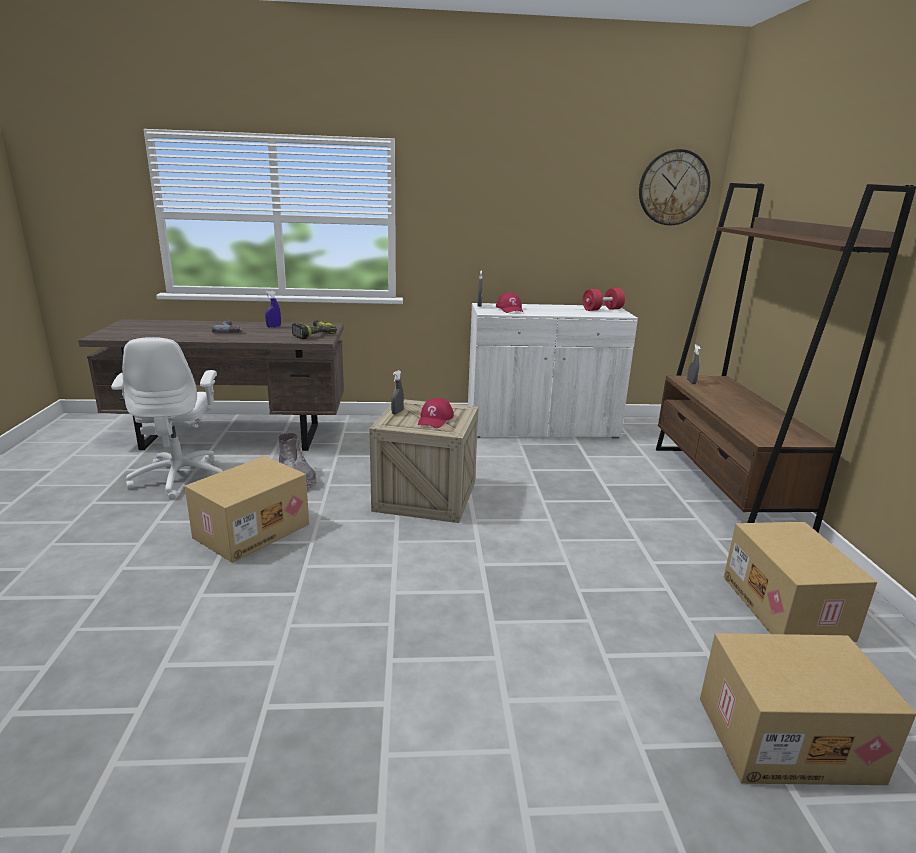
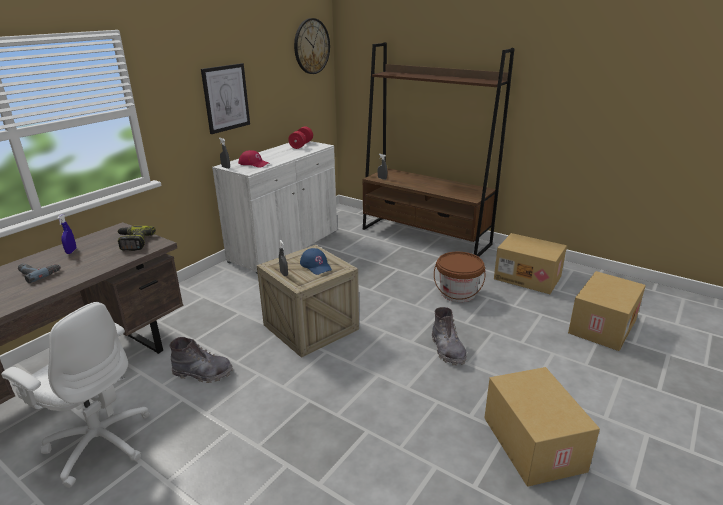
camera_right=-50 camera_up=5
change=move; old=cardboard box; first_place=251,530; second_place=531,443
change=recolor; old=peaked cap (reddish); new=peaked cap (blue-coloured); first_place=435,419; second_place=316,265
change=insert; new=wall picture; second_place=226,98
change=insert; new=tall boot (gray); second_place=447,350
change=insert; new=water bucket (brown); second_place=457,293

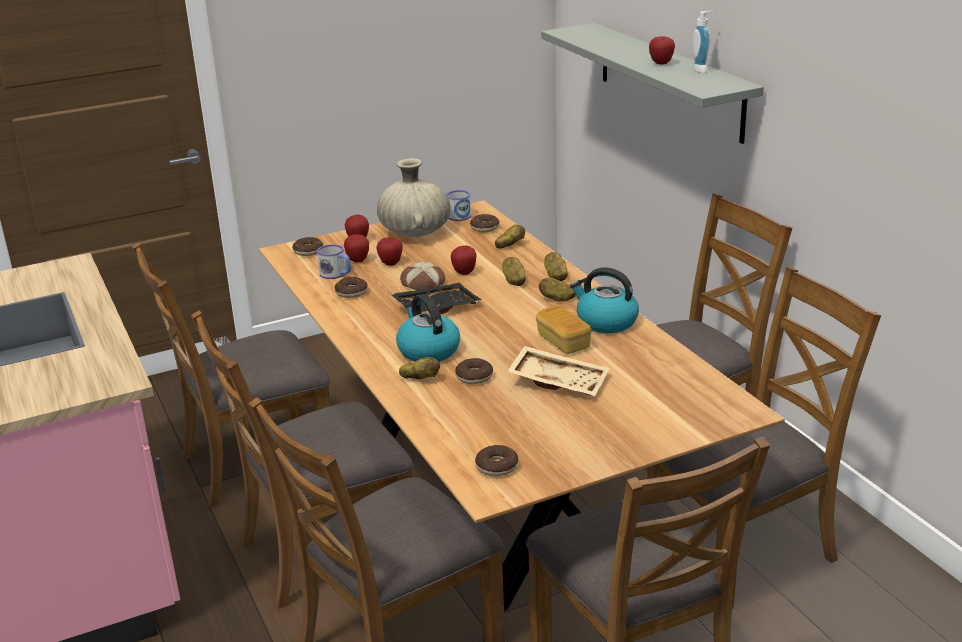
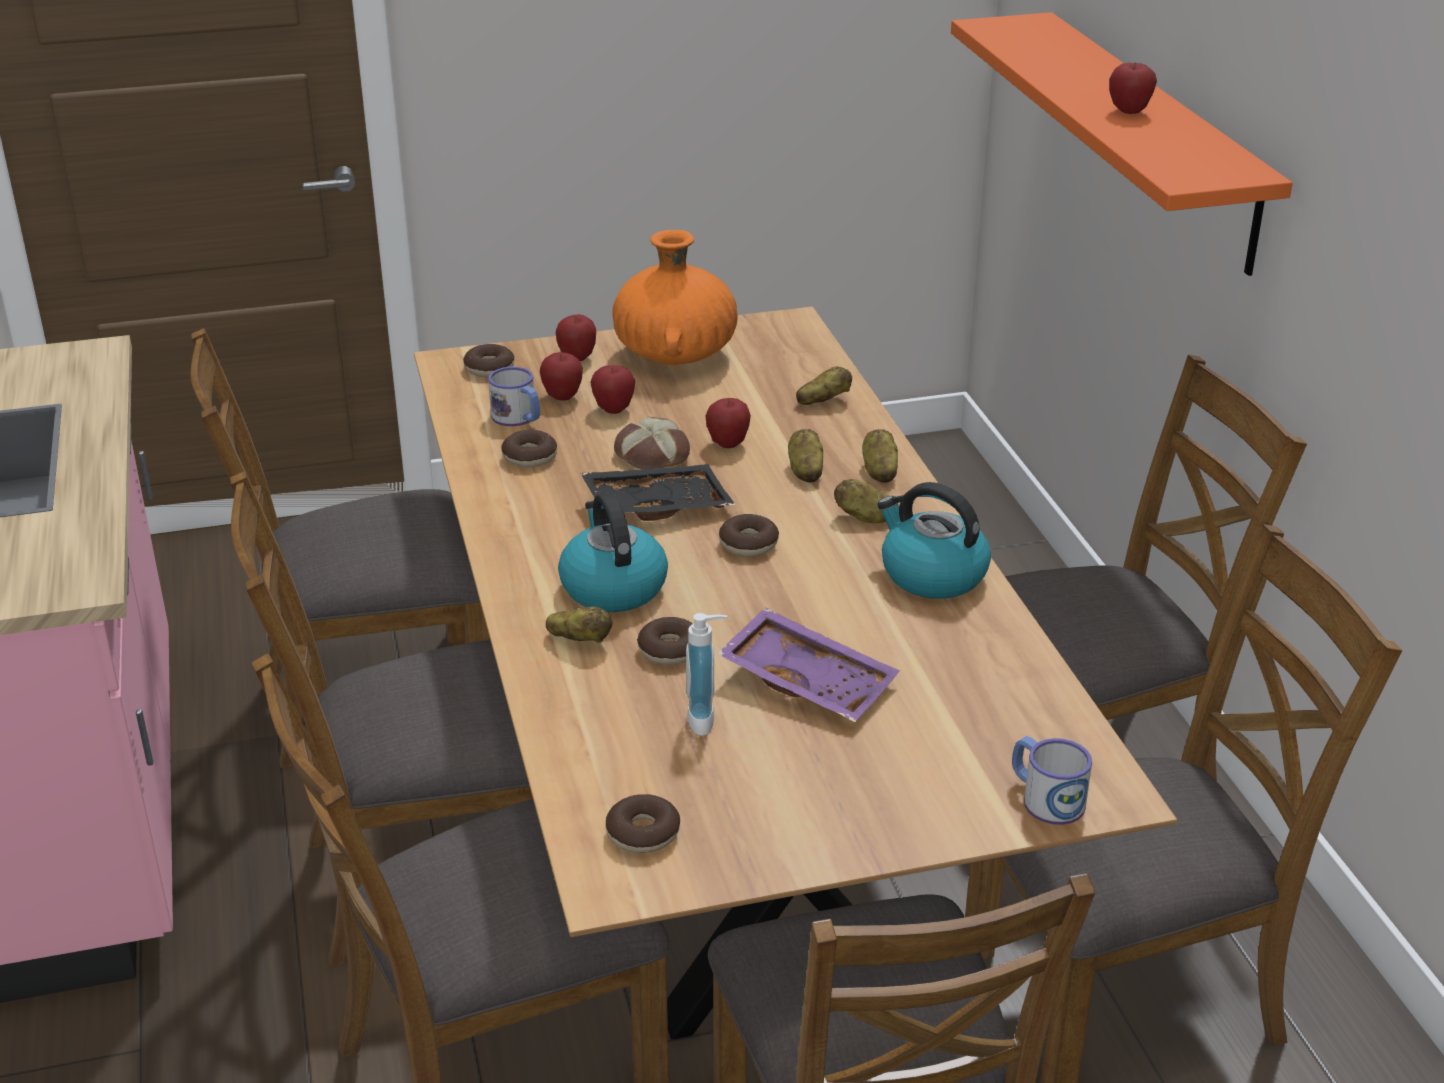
camera_right=10 camera_up=5
change=recolor; old=vase (beige); new=vase (orange); first_place=415,232; second_place=675,355
change=move; old=tea mug; first_place=455,215; second_place=1045,798
change=move; old=doughnut; first_place=484,228; second_place=748,544
change=recolor; old=serving tray (beige); new=serving tray (purplish); first_place=559,381; second_place=809,680
change=delete; old=baked bread; first_place=563,342
change=recolor; old=shelf (gray); new=shelf (orange); first_place=669,80; second_place=1151,138
change=move; old=liquid soap bottle; first_place=702,70; second_place=707,720

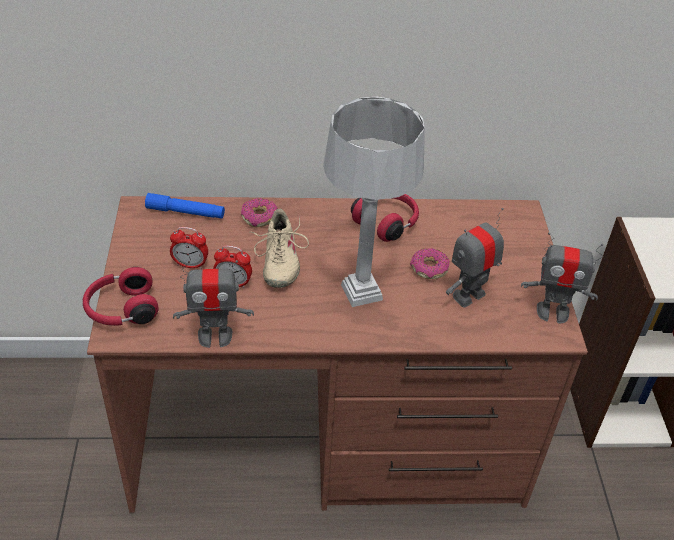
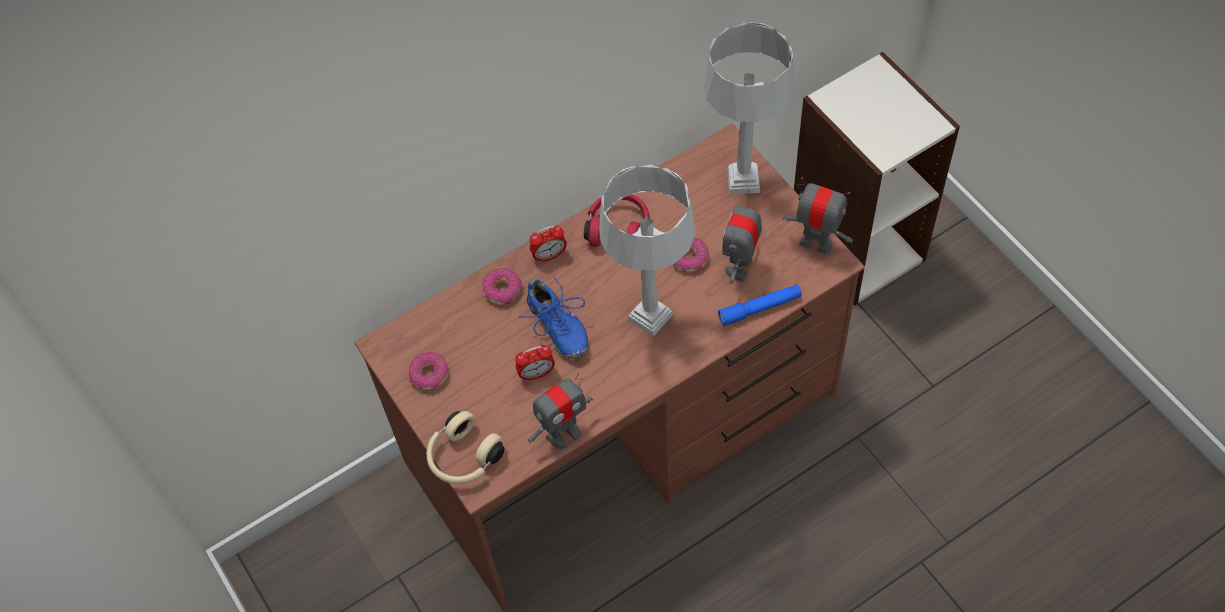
camera_right=-25 camera_up=15
change=recolor; old=pair of headphones (reddish); new=pair of headphones (beige); first_place=121,310; second_place=463,458
change=move; old=hand torch (blue-coloured); first_place=185,212; second_place=759,308
change=move; old=table clock; first_place=190,265; second_place=549,255
change=recolor; old=low shoe (beige); new=low shoe (blue-coloured); first_place=279,261; second_place=557,327
change=rotate; old=robot figure; first_place=552,312; second_place=816,243; degrees=-135
change=insert; new=doughnut; second_place=429,374
change=insert; new=table lamp (gray); second_place=743,181

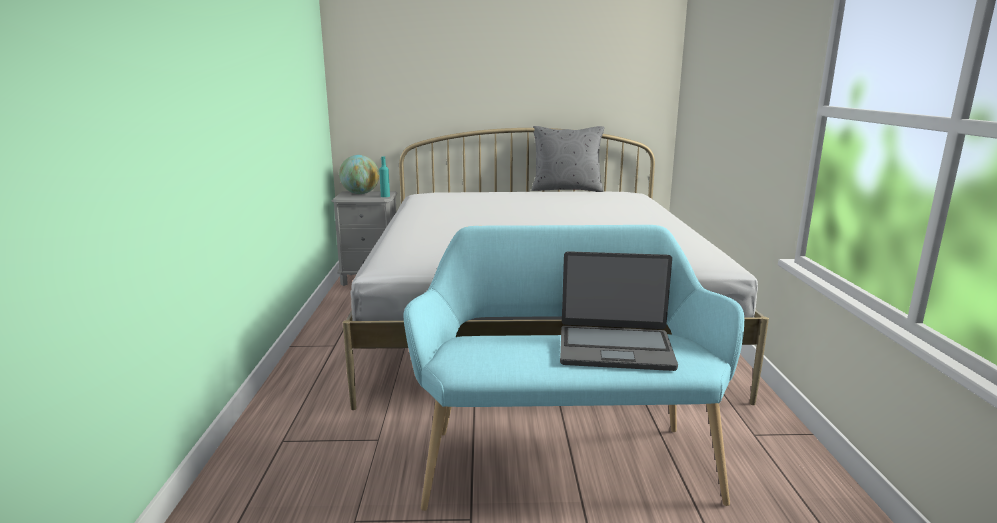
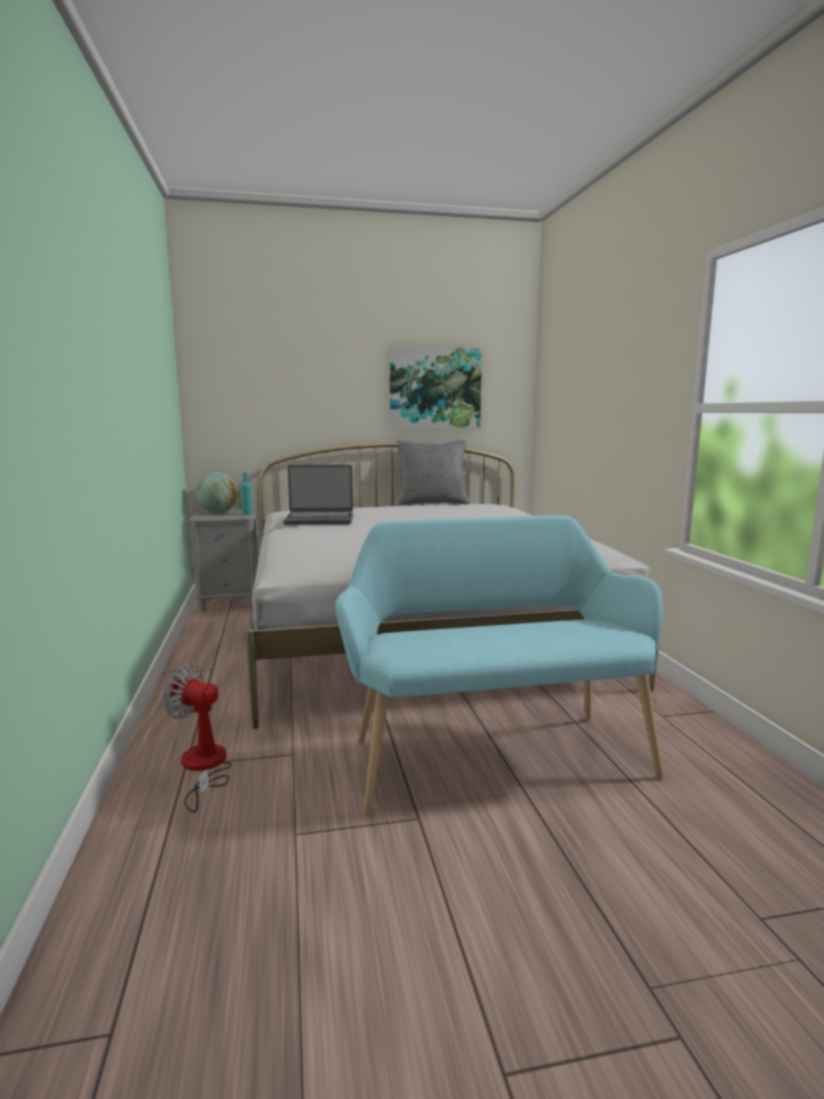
camera_right=-10 camera_up=-5
change=move; old=laptop; first_place=615,348; second_place=319,520
change=insert; new=fan; second_place=203,767
change=insert; new=wall picture; second_place=435,389

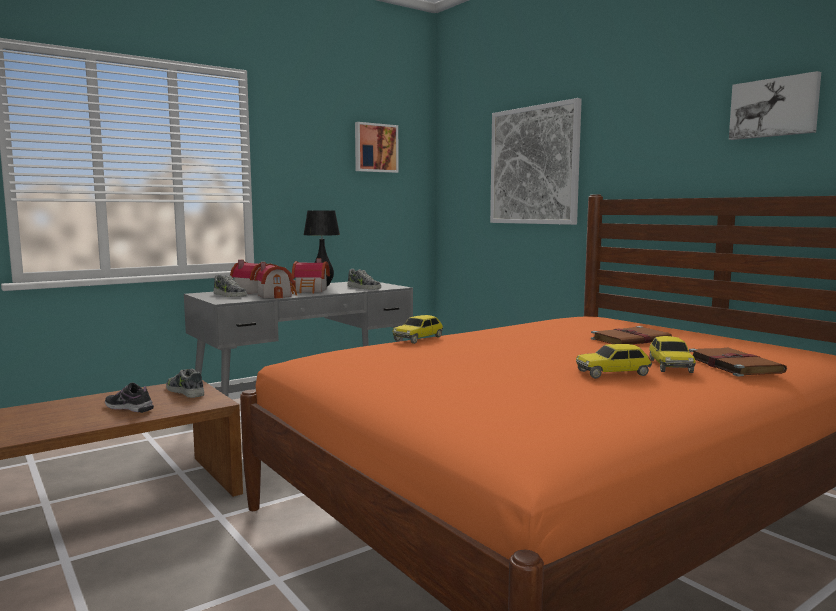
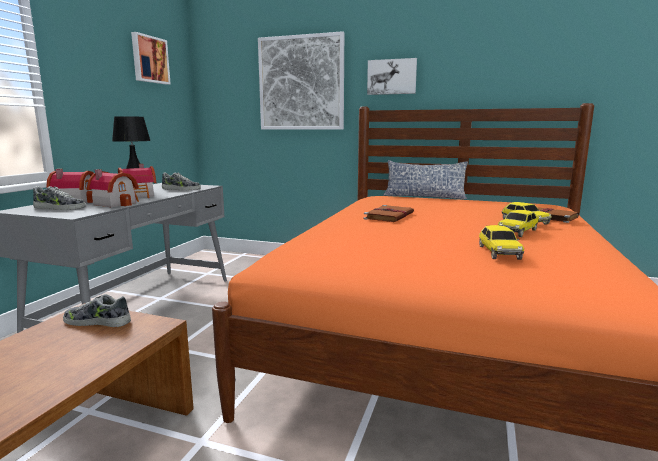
camera_right=-35 camera_up=5
change=delete; old=low shoe; first_place=129,408
change=move; old=toy car; first_place=418,338; second_place=498,252
change=move; old=bound book (brown); first_place=631,340; second_place=389,216
change=move; old=wall picture; first_place=774,108; second_place=392,77
change=insert; new=pillow; second_place=424,196

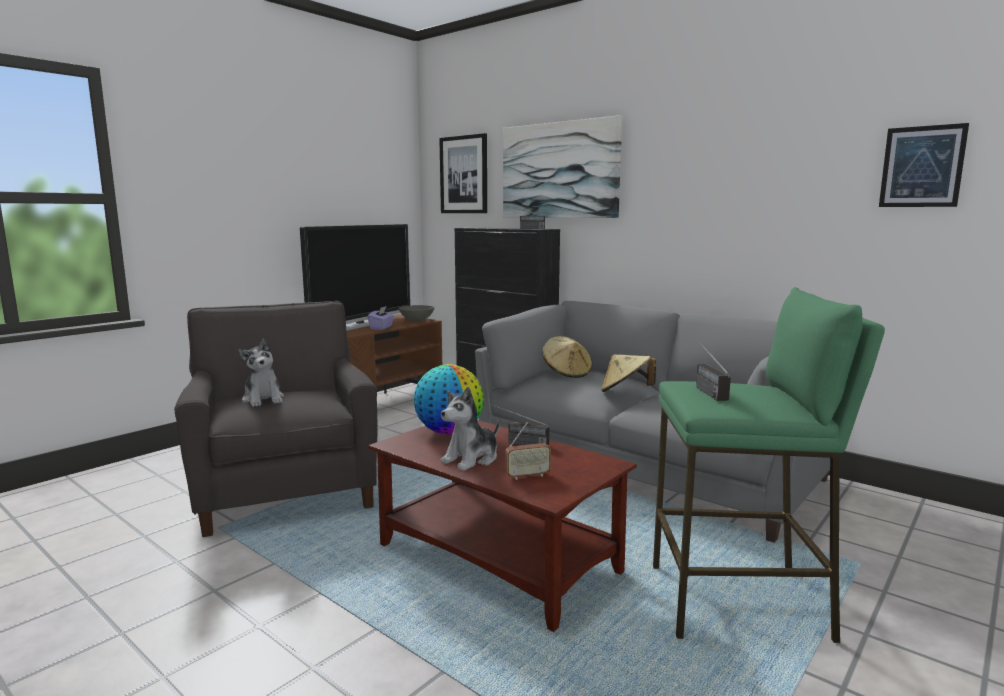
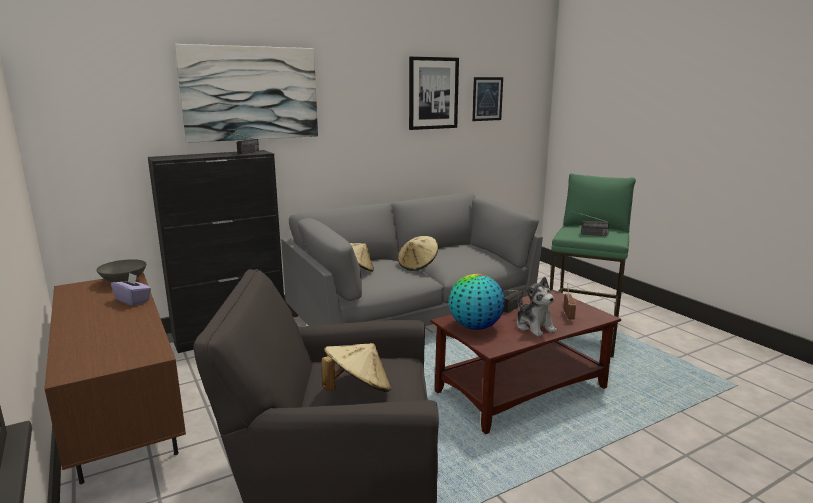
camera_right=-70 camera_up=5
change=replace; old=plush toy; new=hat (beige); first_place=263,399; second_place=357,390
change=delete; old=television; first_place=360,325
change=move; old=wall picture; first_place=464,175; second_place=433,93

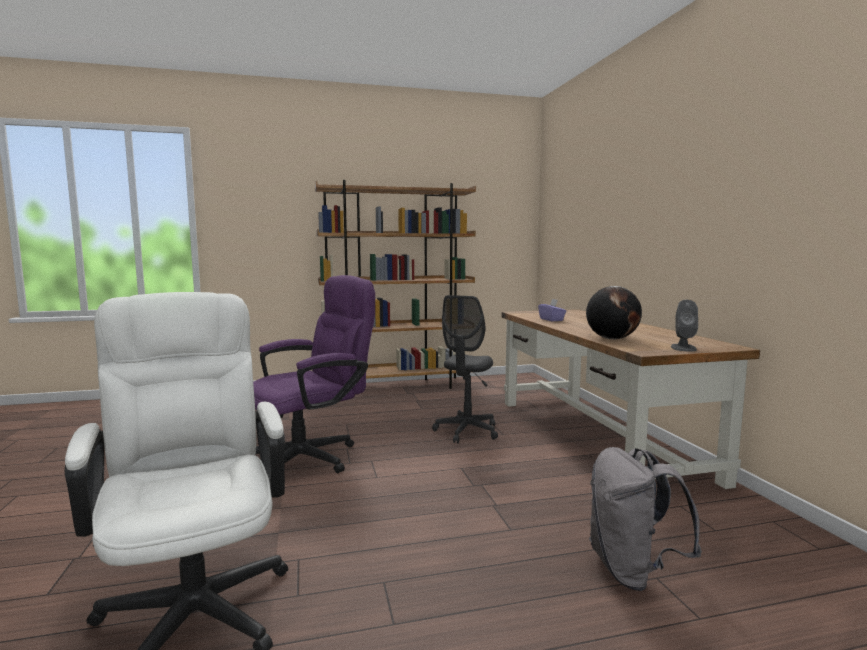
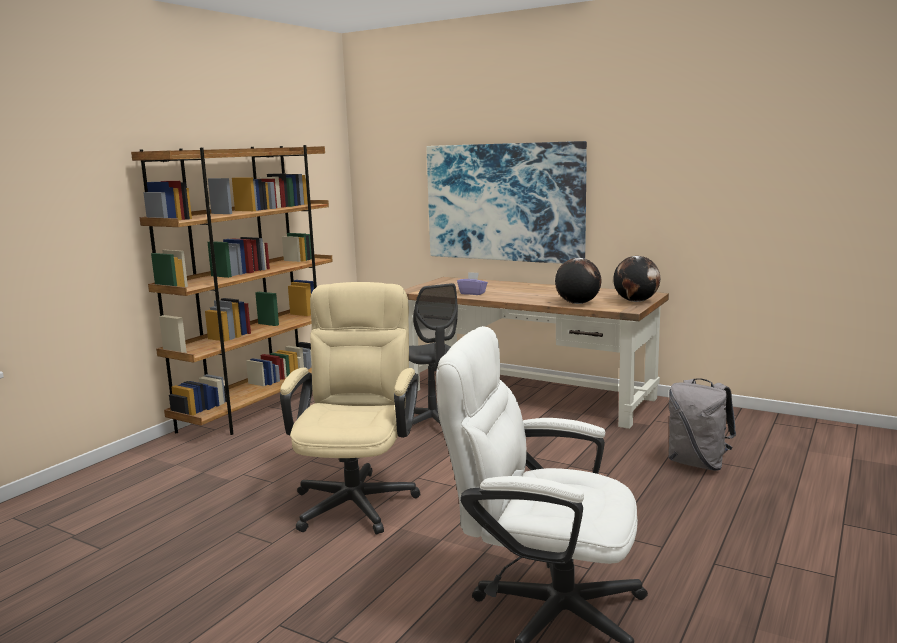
camera_right=-45 camera_up=5
change=recolor; old=office chair (purplish); new=office chair (beige); first_place=312,456; second_place=358,497
change=replace; old=loudspeaker (gray); new=desk globe; first_place=683,348; second_place=636,301
change=insert; new=wall picture; second_place=504,202

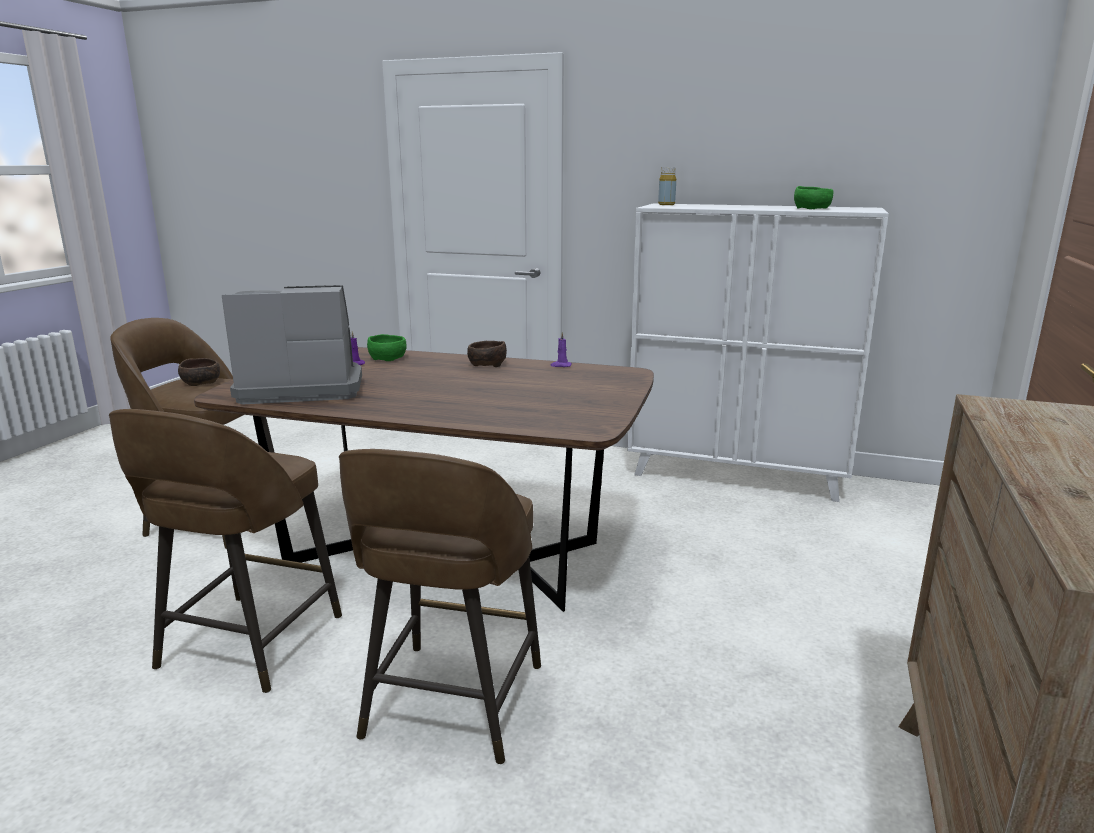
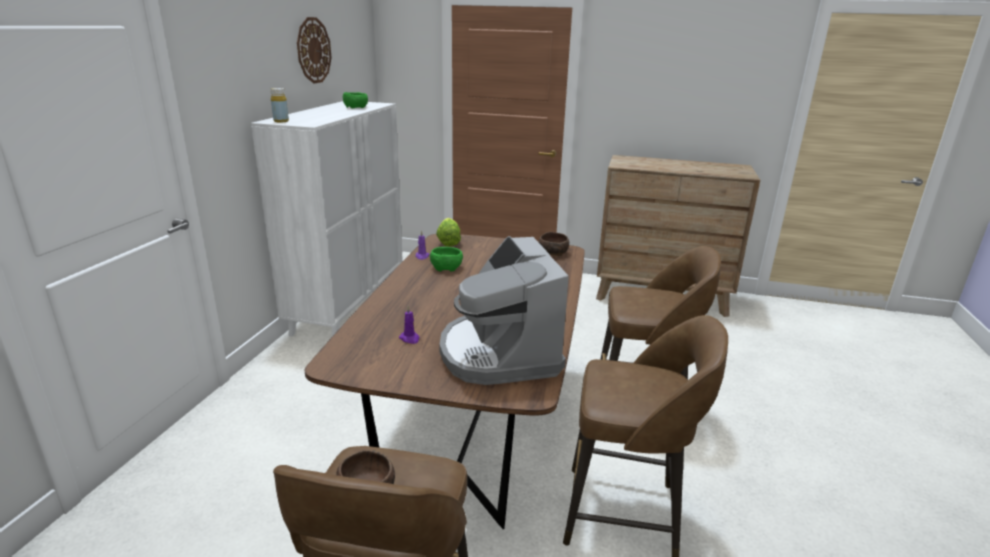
camera_right=-95 camera_up=5
change=move; old=bowl (green-coloured); first_place=388,358; second_place=446,267
change=move; old=bowl (brown); first_place=486,365; second_place=553,253
change=insert; new=wall clock; second_place=313,50
change=insert; new=head of lettuce; second_place=448,242

